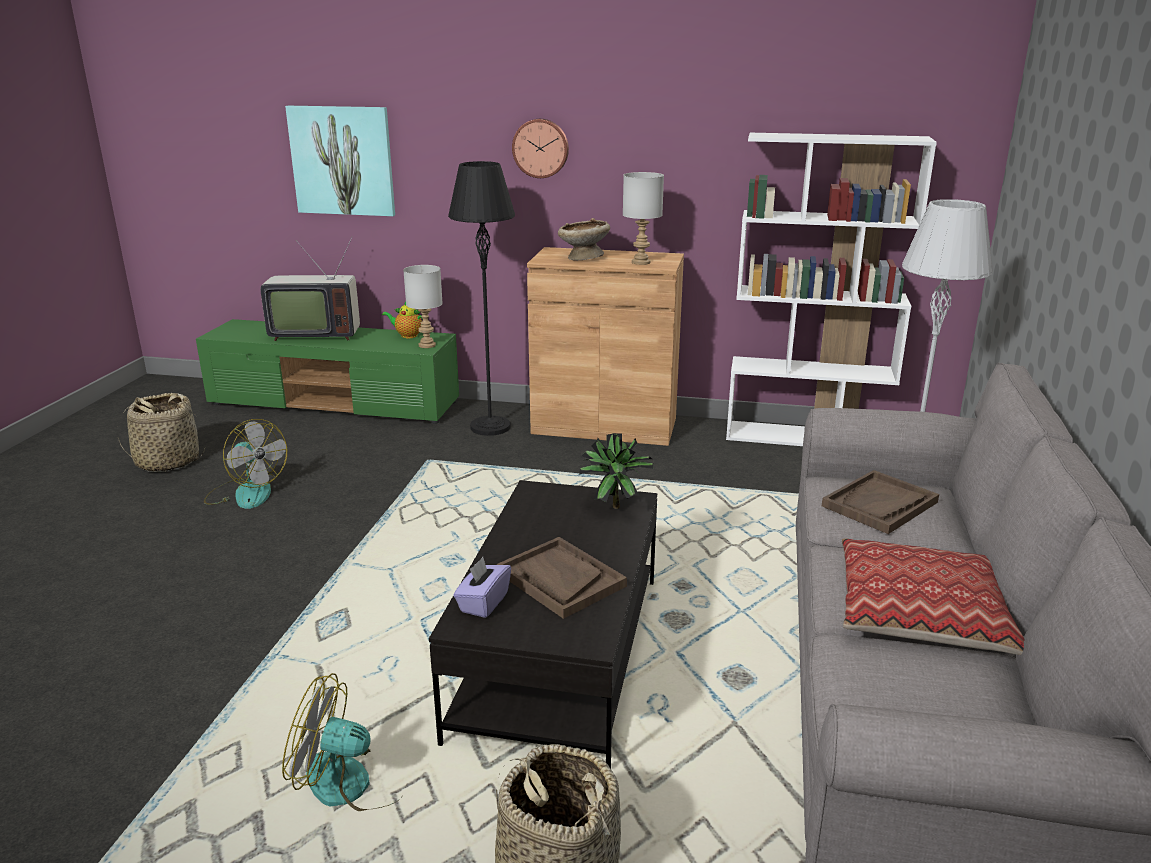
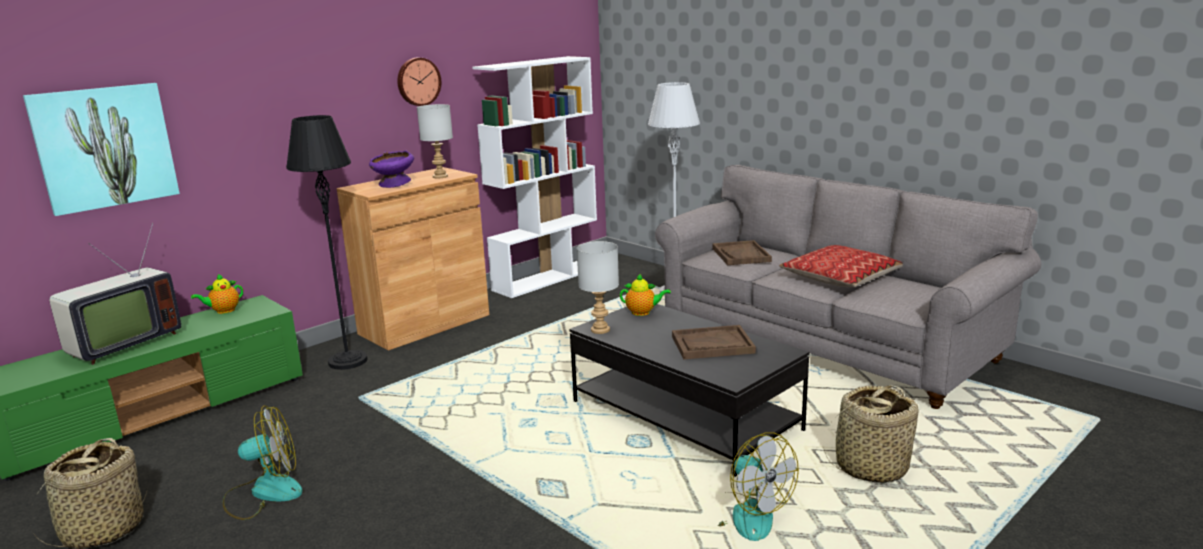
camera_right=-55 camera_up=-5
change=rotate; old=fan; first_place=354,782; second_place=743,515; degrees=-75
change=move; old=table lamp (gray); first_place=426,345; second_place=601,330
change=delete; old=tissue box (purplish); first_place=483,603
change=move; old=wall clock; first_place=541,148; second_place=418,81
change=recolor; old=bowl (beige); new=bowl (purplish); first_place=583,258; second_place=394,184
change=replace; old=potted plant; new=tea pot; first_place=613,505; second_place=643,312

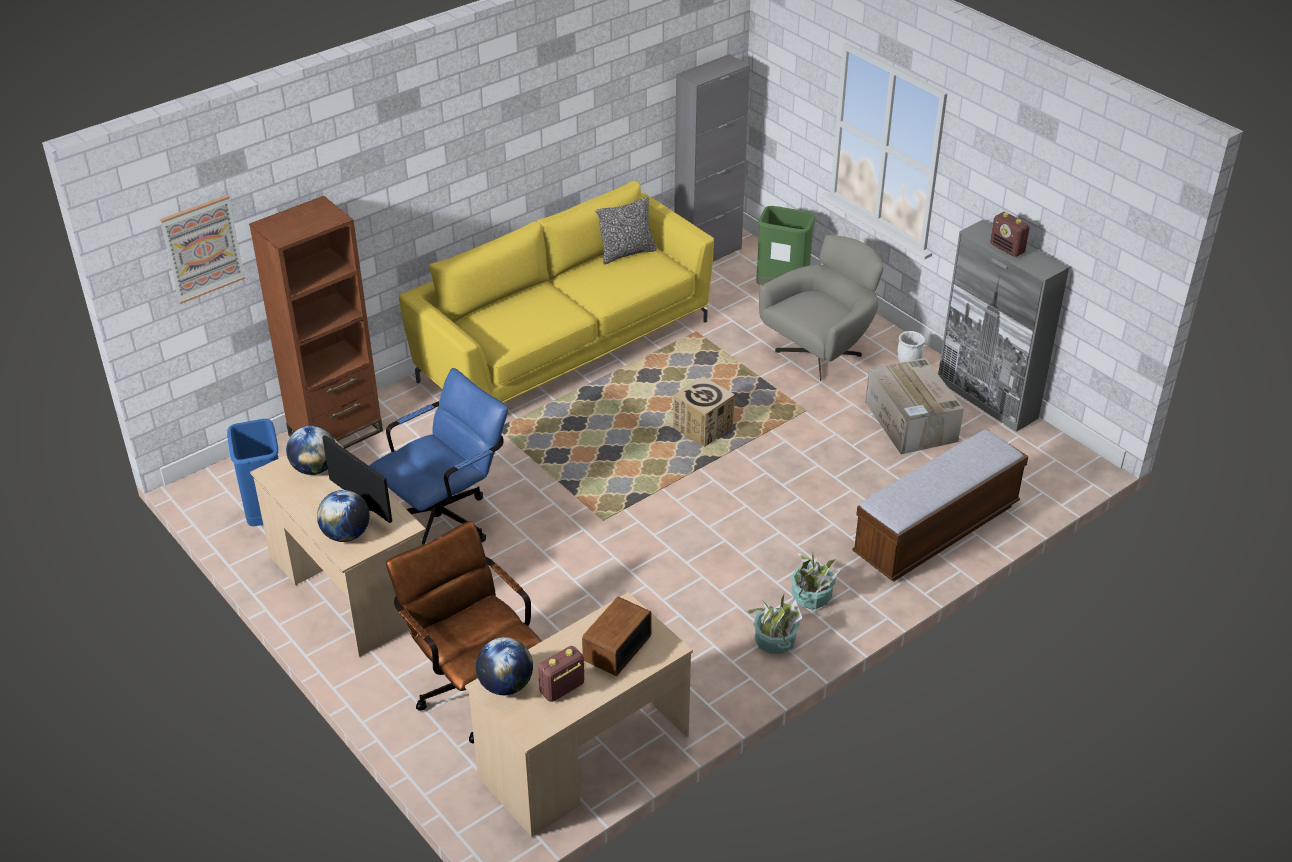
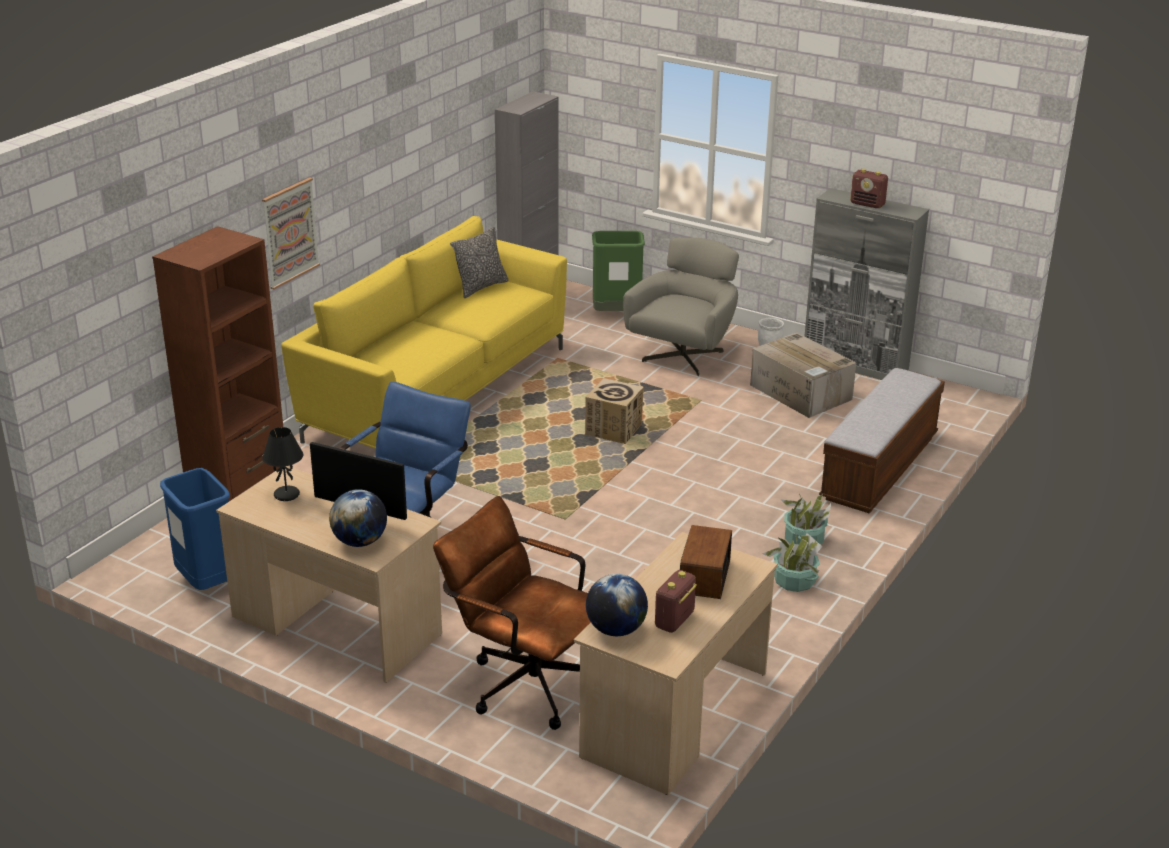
camera_right=-20 camera_up=-10
change=move; old=wall picture; first_place=202,248; second_place=290,232
change=replace; old=desk globe; new=table lamp (blackish); first_place=314,468; second_place=287,494

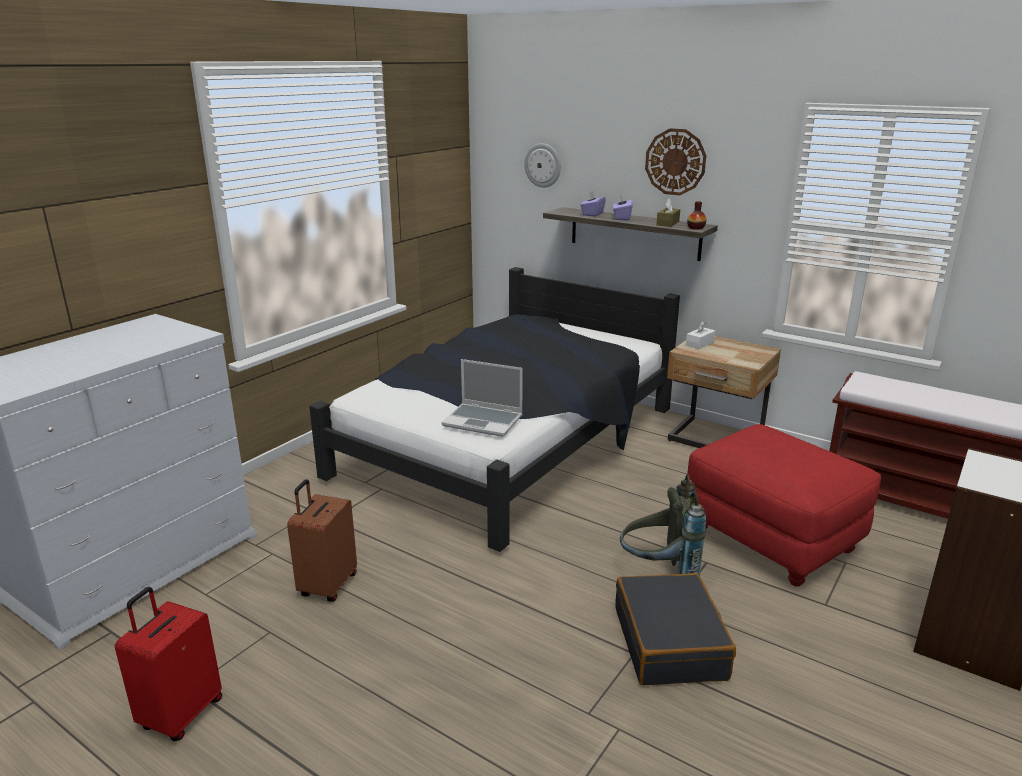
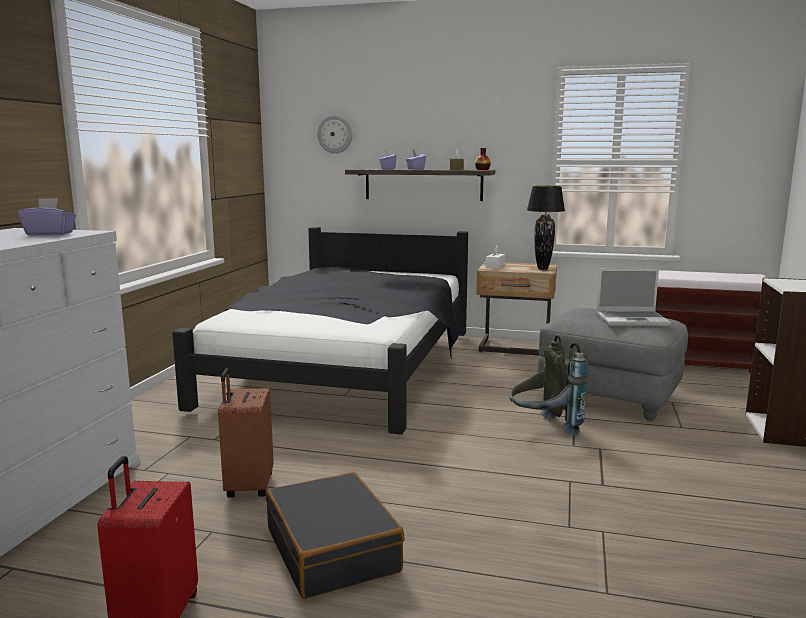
camera_right=-20 camera_up=-10
change=move; old=laptop; first_place=484,421; second_place=632,320
change=move; old=suitcase (blackish); first_place=670,643; second_place=333,550
change=delete; old=wall clock; first_place=675,162
change=recolor; old=ottoman (reddish); new=ottoman (gray); first_place=772,539; second_place=609,397
change=insert; new=tissue box (purplish); second_place=50,234
change=insert; new=table lamp (blackish); second_place=542,269

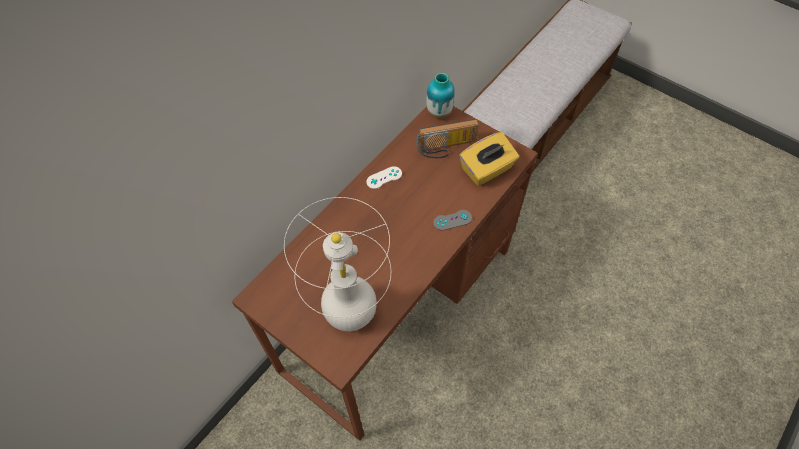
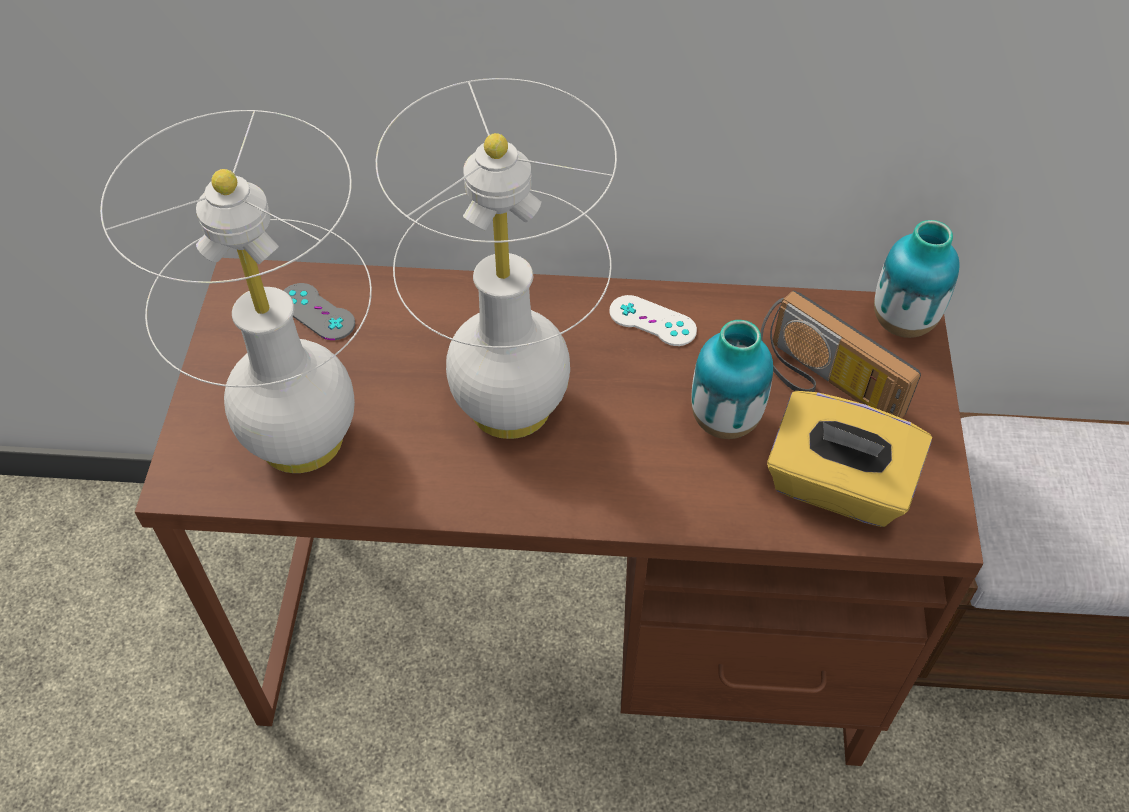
camera_right=55 camera_up=-5
change=move; old=game controller (gray); first_place=452,220; second_place=317,312
change=insert; new=table lamp (white); second_place=511,405
change=insert; new=vase; second_place=724,420

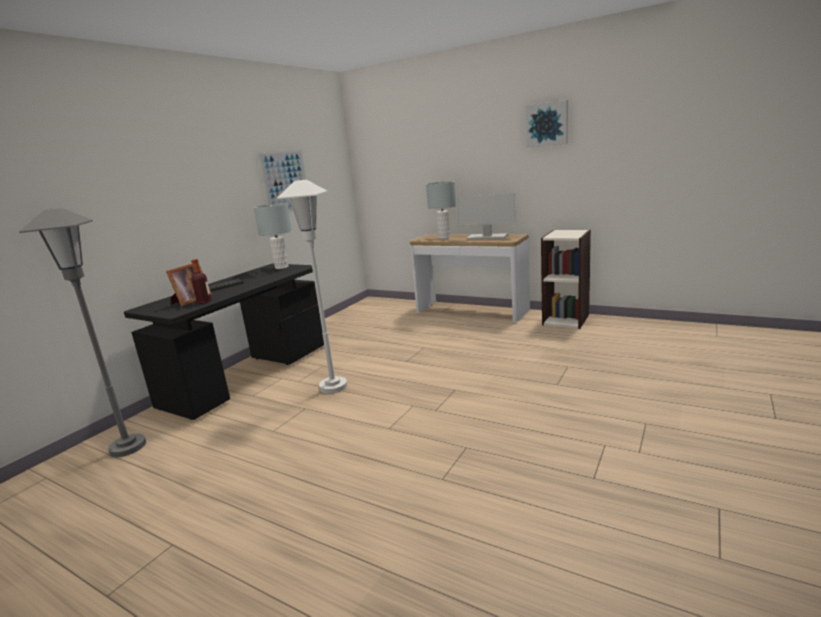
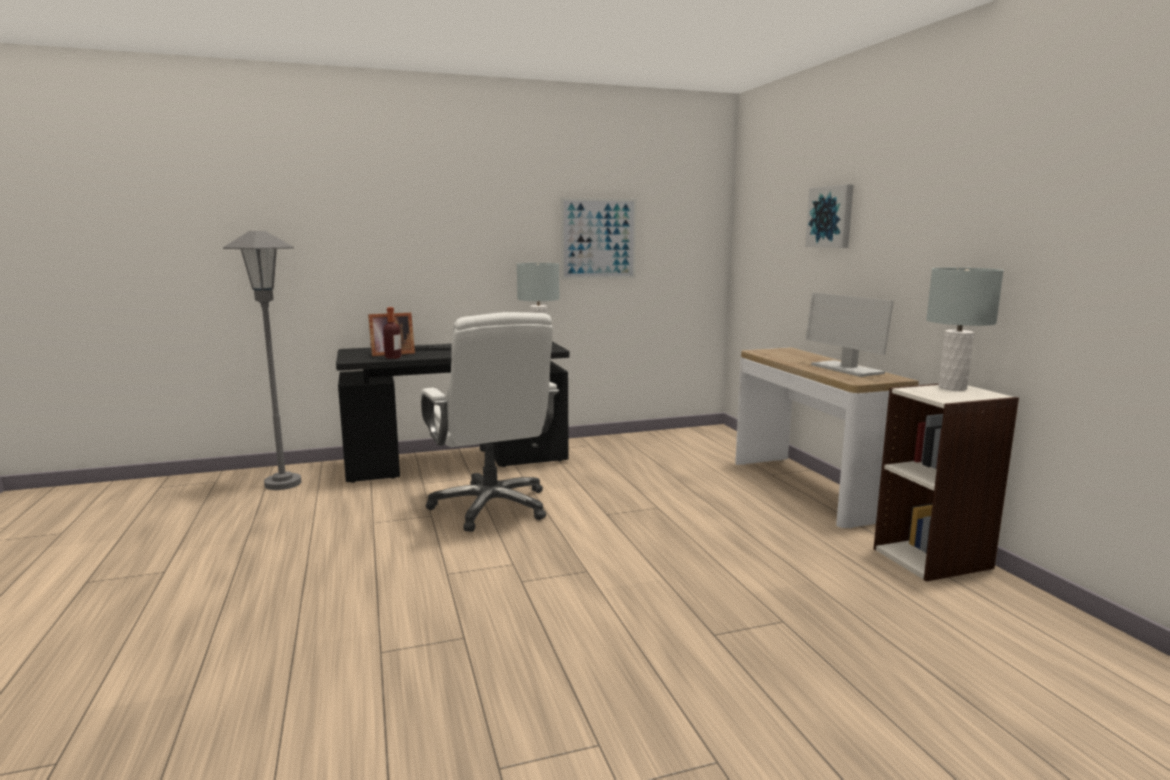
camera_right=40 camera_up=-5
change=replace; old=standard lamp (white); new=office chair (white); first_place=333,386; second_place=491,507
change=move; old=table lamp (gray); first_place=444,237; second_place=952,388
change=move; old=wall picture; first_place=547,124; second_place=831,217

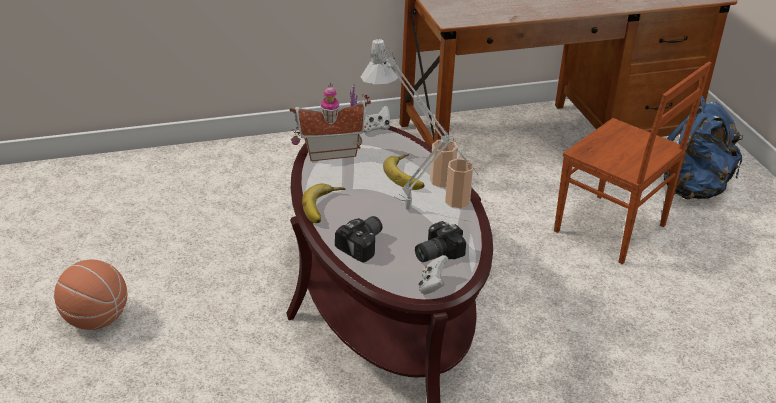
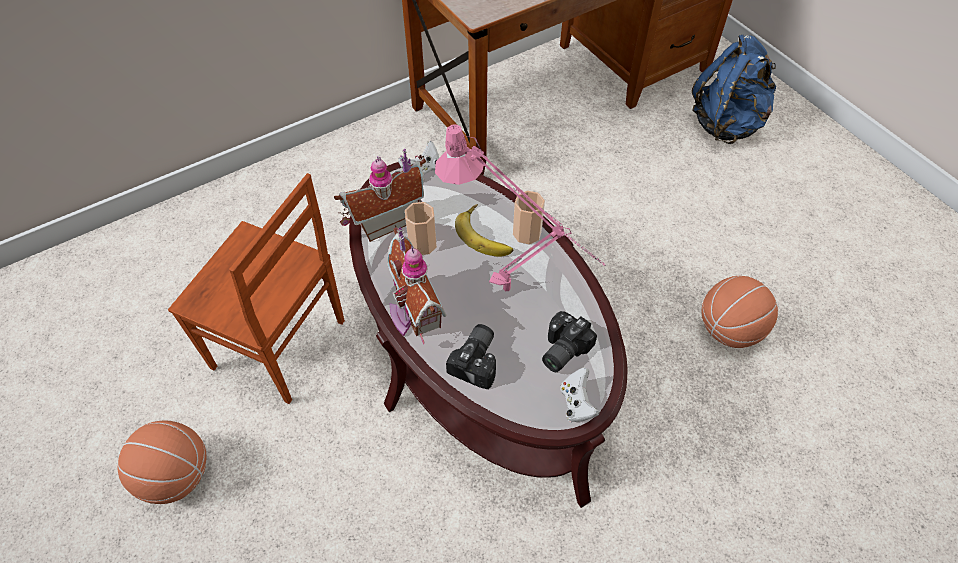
camera_right=-15 camera_up=20
change=replace; old=banana; new=model house; first_place=325,207; second_place=412,312
change=recolor; old=table lamp (gray); new=table lamp (pink-coloured); first_place=415,214; second_place=516,293
change=move; old=cup; first_place=457,201; second_place=422,244
change=move; old=chair (brown); first_place=611,230; second_place=280,346
change=insert; new=basketball ball; second_place=729,329

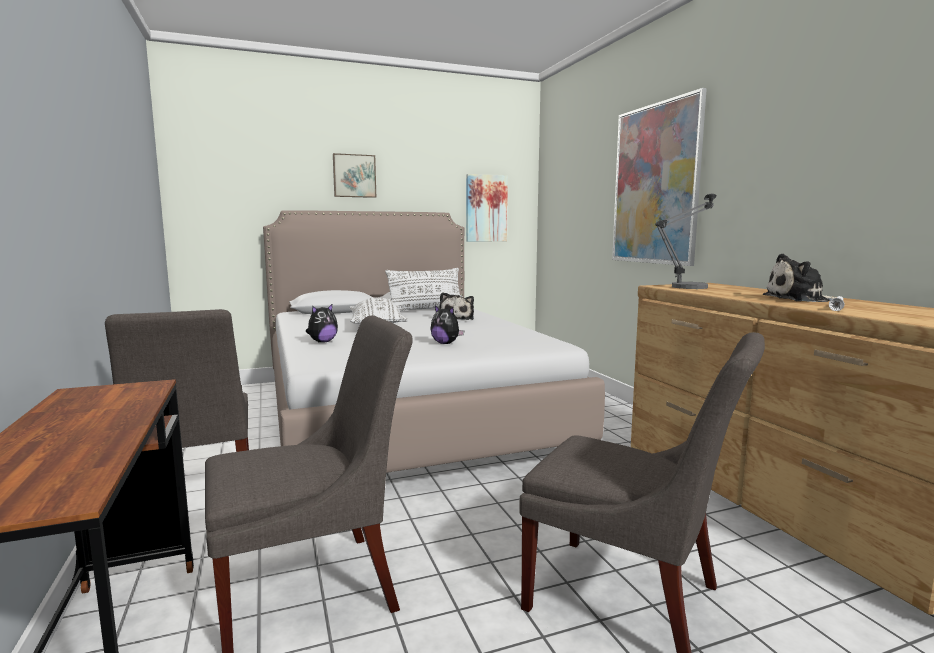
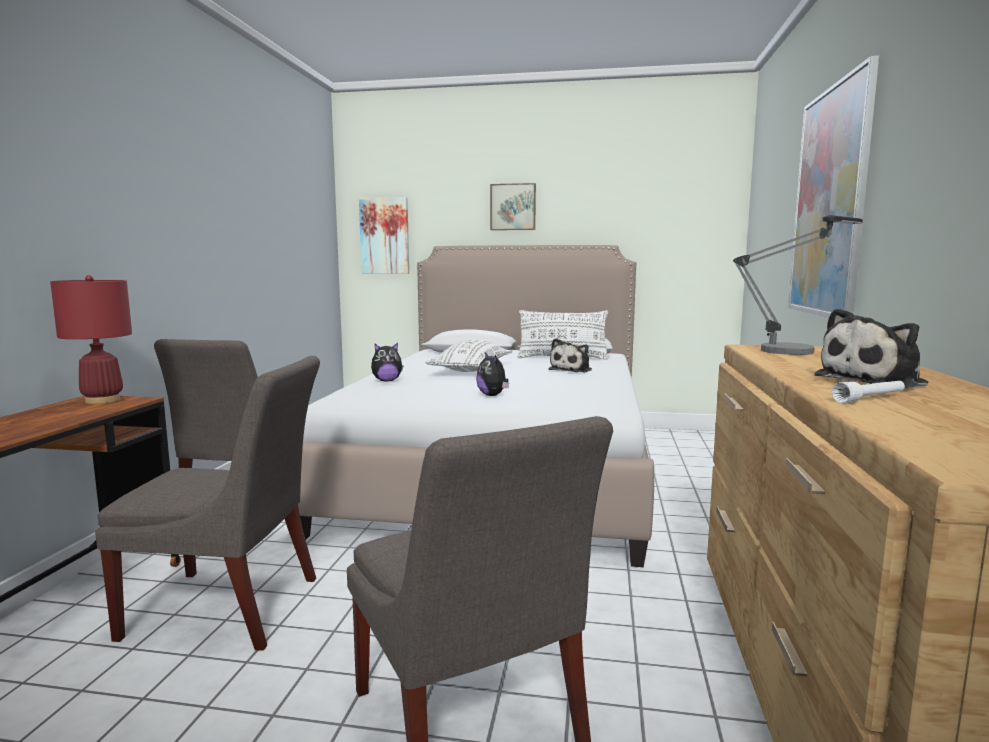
camera_right=30 camera_up=0
change=move; old=wall picture; first_place=486,208; second_place=384,236
change=rotate; old=plush toy; first_place=799,299; second_place=875,381; degrees=-60
change=insert; new=table lamp (reddish); second_place=103,400

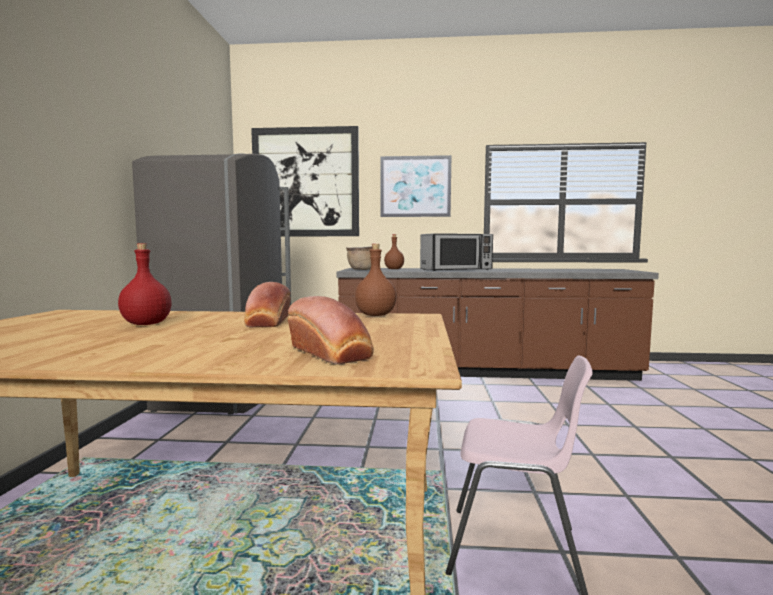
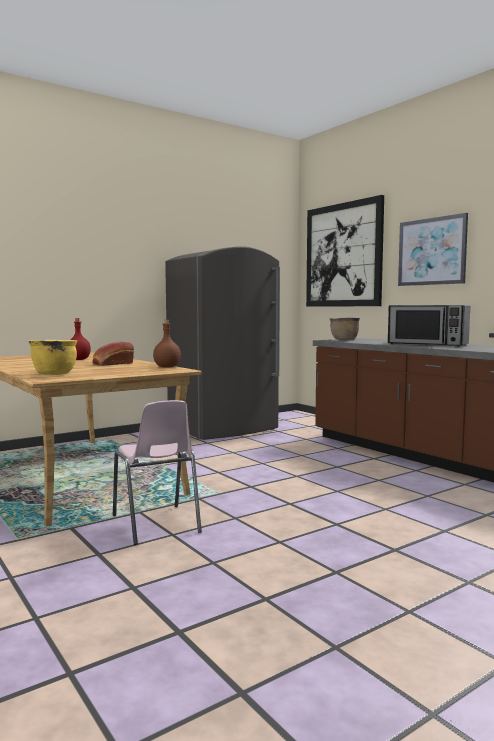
camera_right=50 camera_up=0
change=replace; old=baked bread; new=saucepot (yellow-coloured); first_place=331,353; second_place=54,374
change=delete; old=drink bottle (brown); first_place=394,269

